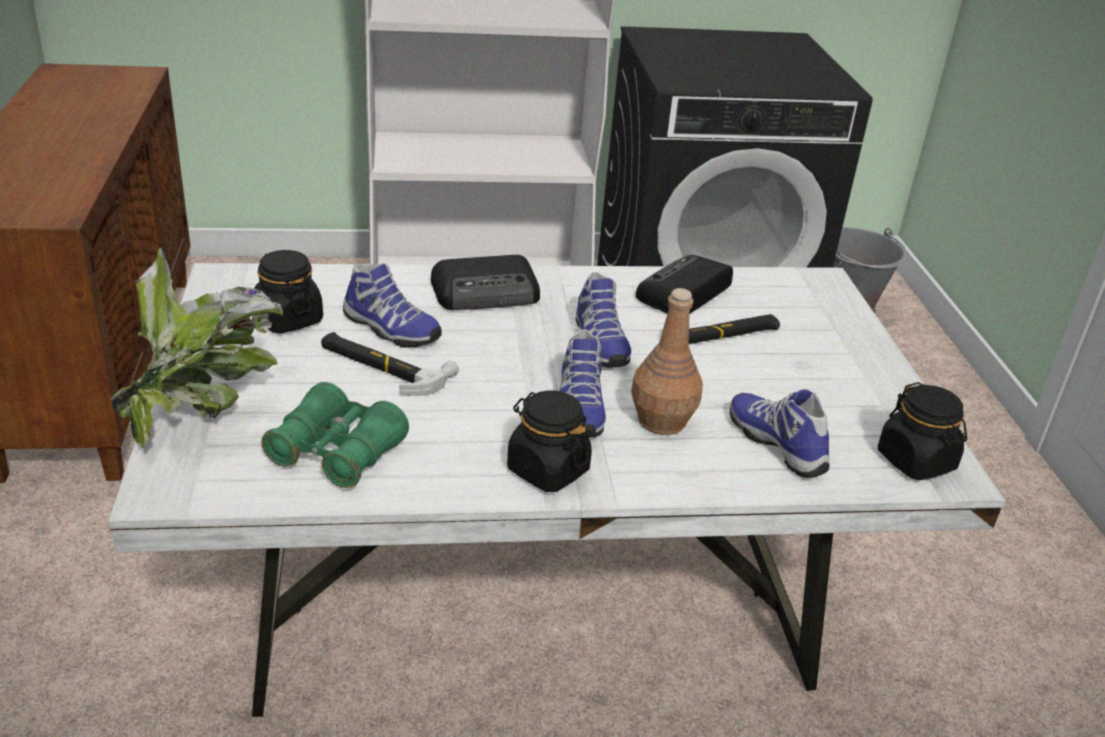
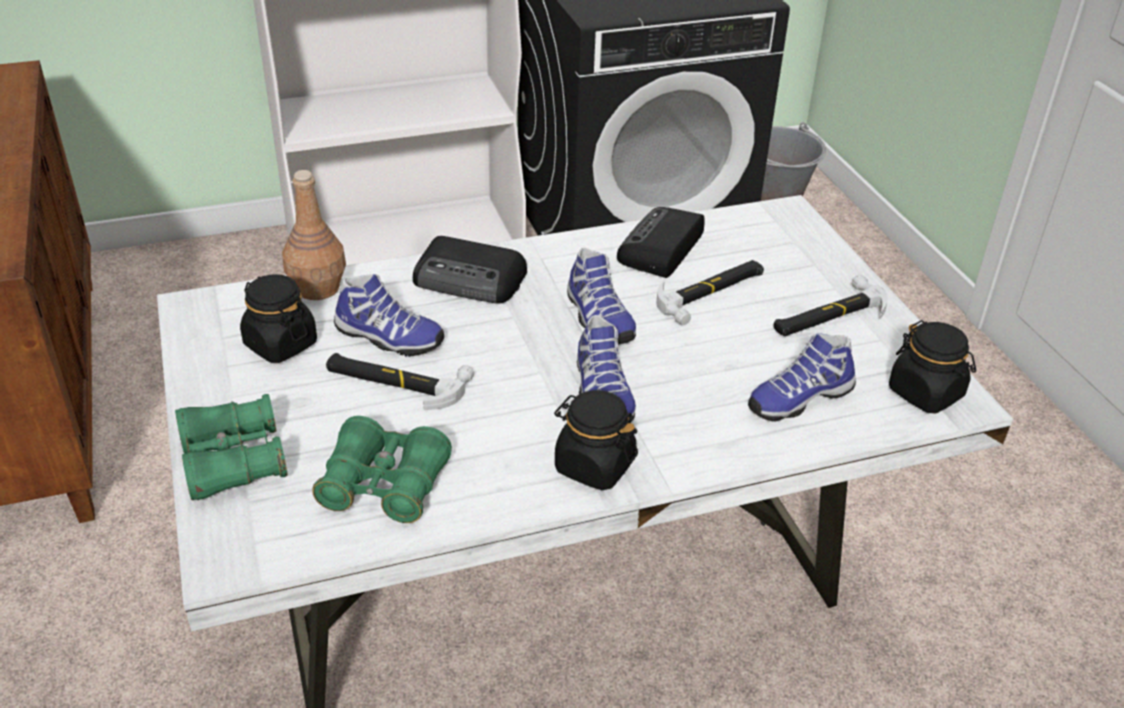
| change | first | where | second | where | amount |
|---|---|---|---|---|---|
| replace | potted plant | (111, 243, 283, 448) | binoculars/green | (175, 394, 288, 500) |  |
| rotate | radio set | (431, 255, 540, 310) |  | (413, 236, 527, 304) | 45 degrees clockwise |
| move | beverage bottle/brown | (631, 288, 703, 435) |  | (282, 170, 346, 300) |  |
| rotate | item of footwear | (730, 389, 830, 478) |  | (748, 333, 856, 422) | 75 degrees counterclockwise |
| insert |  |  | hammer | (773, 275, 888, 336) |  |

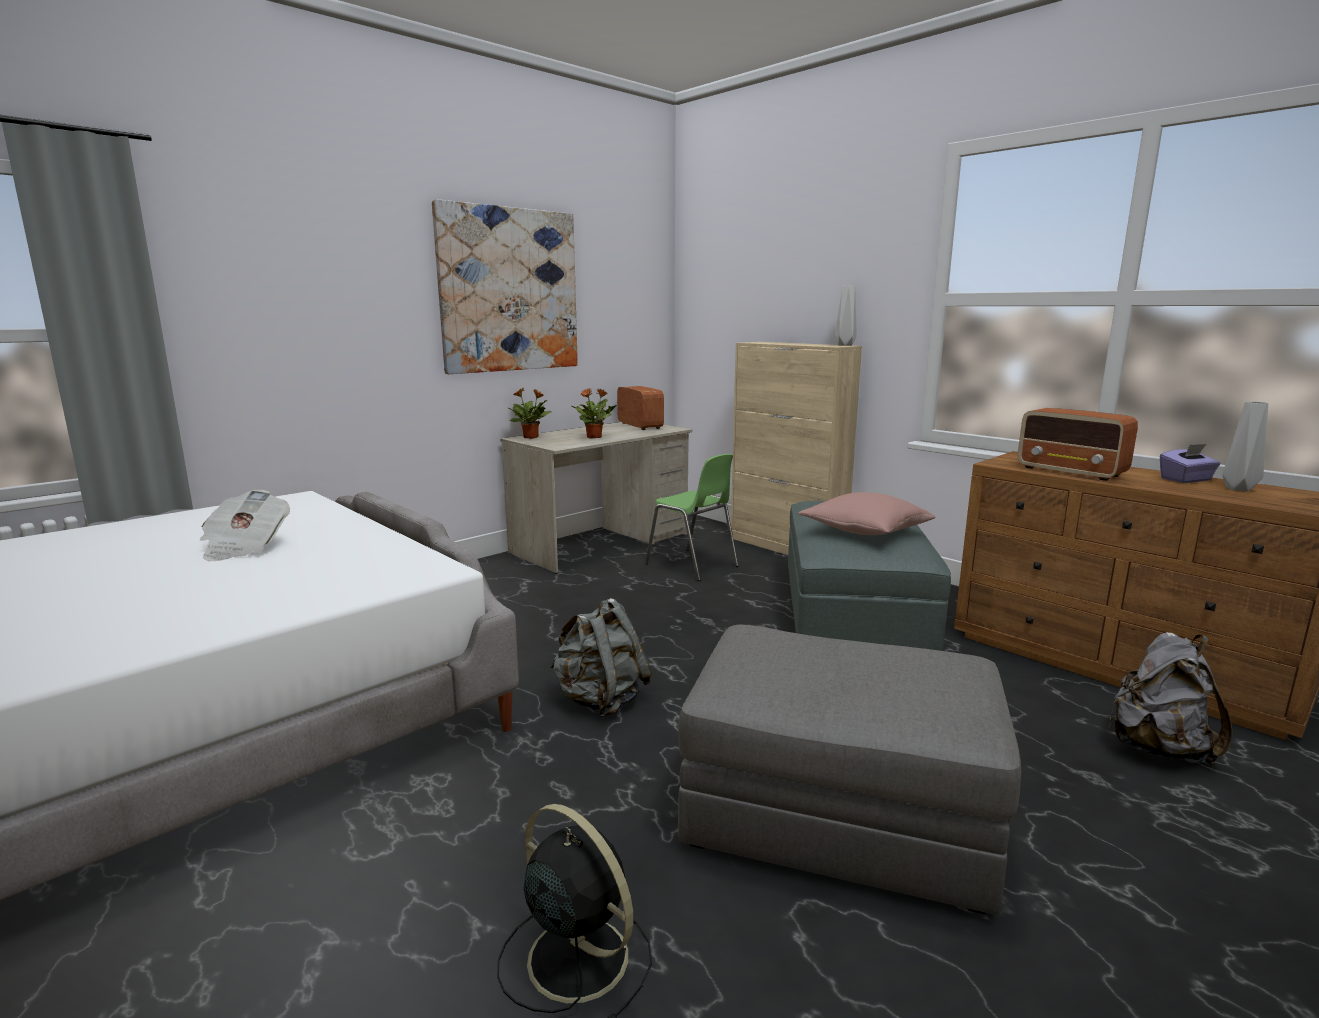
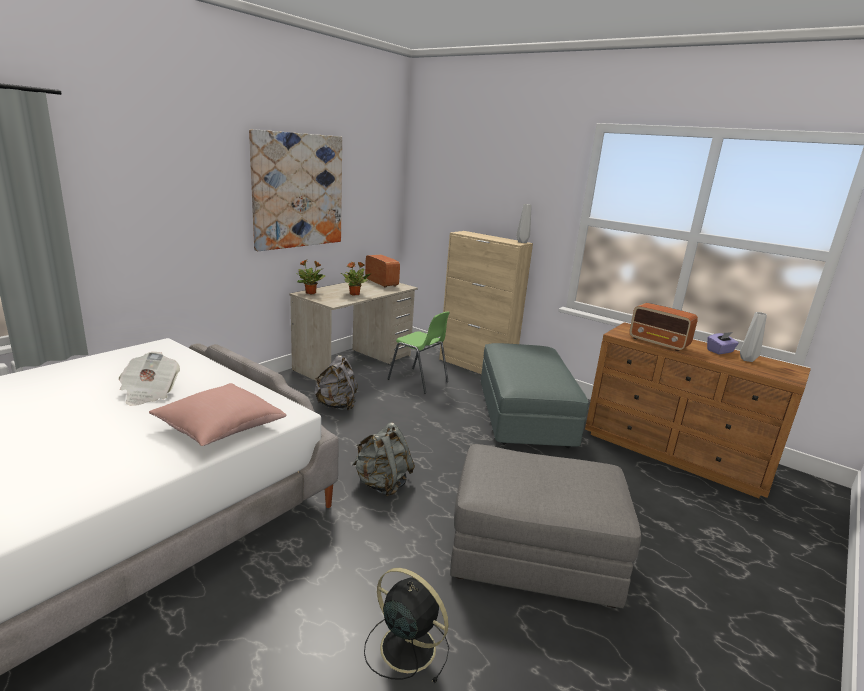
| change | first | where | second | where | amount |
|---|---|---|---|---|---|
| move | throw pillow/pinkish | (798, 492, 935, 535) |  | (149, 383, 287, 446) |  |
| move | backpack/gray | (1108, 632, 1233, 765) |  | (314, 355, 358, 411) |  |

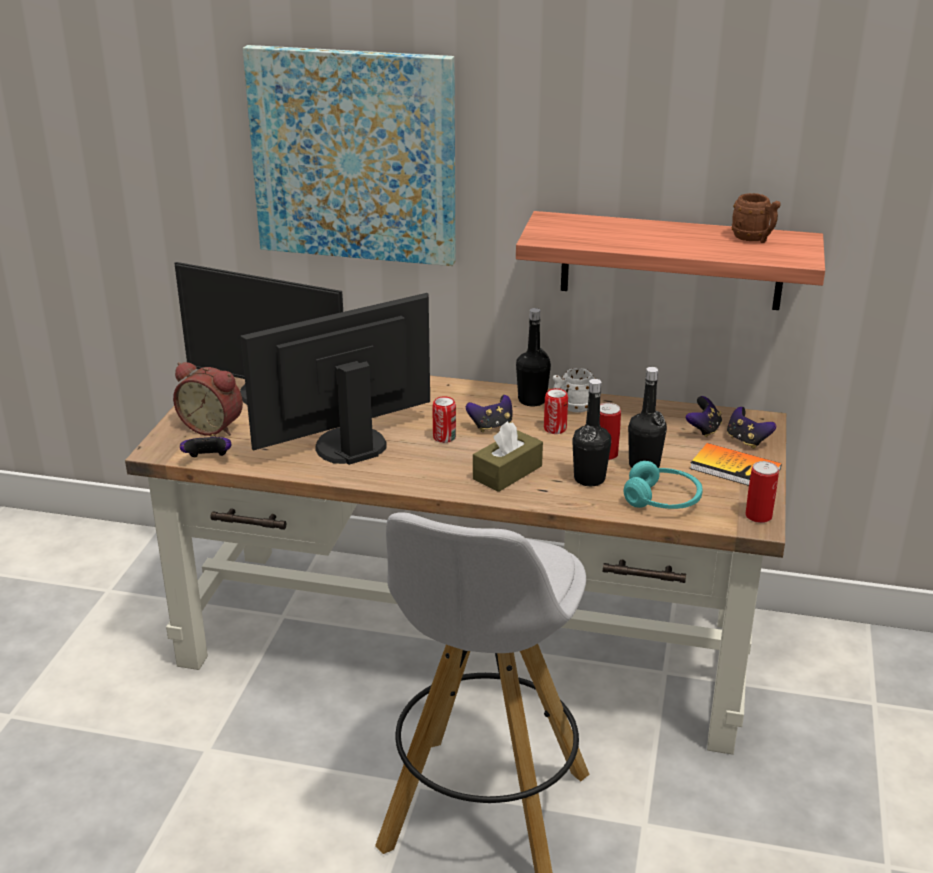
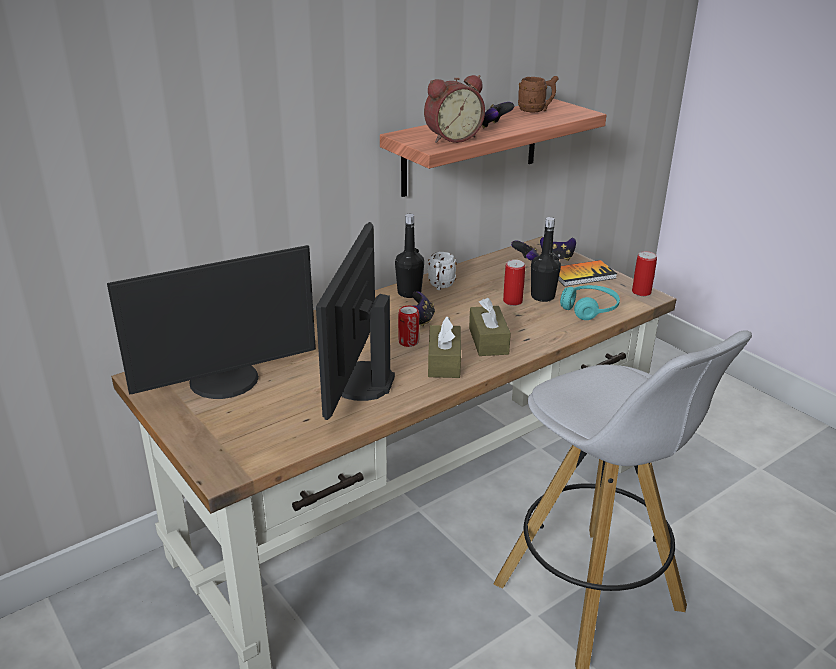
| change | first | where | second | where | amount |
|---|---|---|---|---|---|
| move | table clock | (173, 362, 243, 436) |  | (424, 75, 485, 143) |  |
| move | joypad | (180, 434, 231, 457) |  | (482, 102, 514, 128) |  |
| delete | wall picture | (243, 45, 456, 266) |  |  |  |
| delete | metal can | (544, 388, 568, 434) |  |  |  |
| delete | beverage bottle/blackish | (572, 379, 611, 486) |  |  |  |
| insert |  |  | tissue holder/brown | (428, 316, 461, 378) |  |

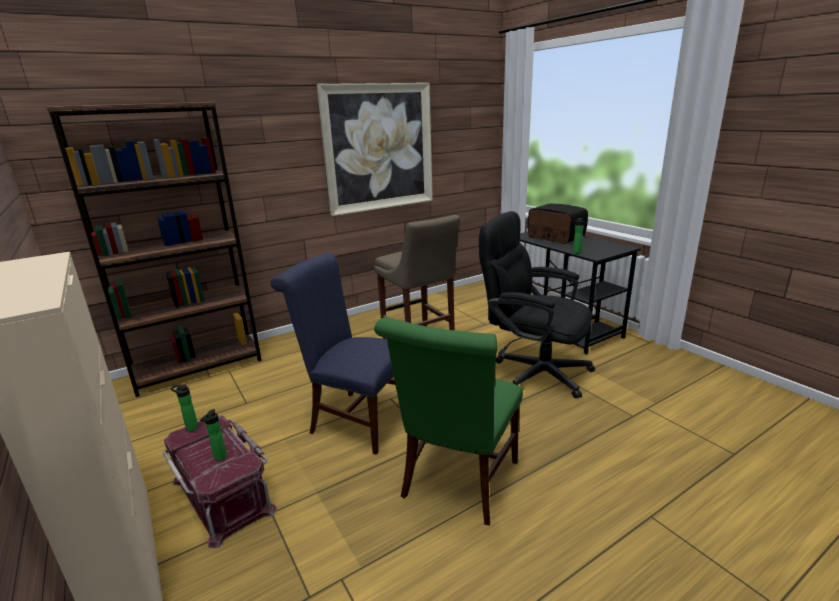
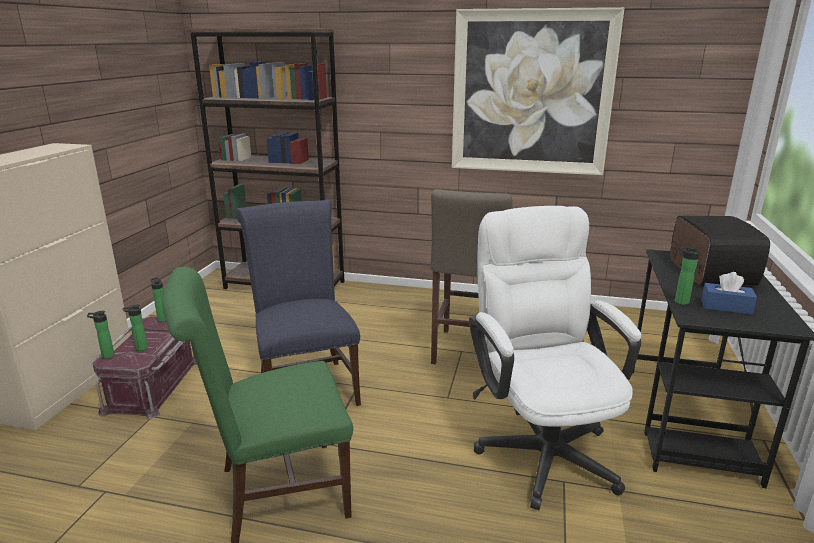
| change | first | where | second | where | amount |
|---|---|---|---|---|---|
| recolor | office chair/blackish | (479, 211, 595, 398) | office chair/white | (469, 206, 641, 510) |  |
| insert |  |  | beverage bottle | (87, 311, 114, 359) |  |
| insert |  |  | tissue holder/bluish | (701, 272, 757, 314) |  |

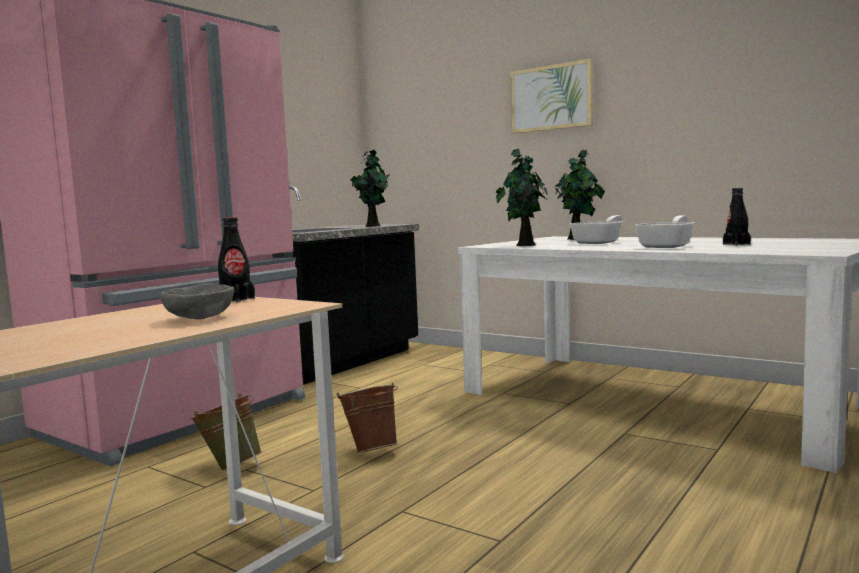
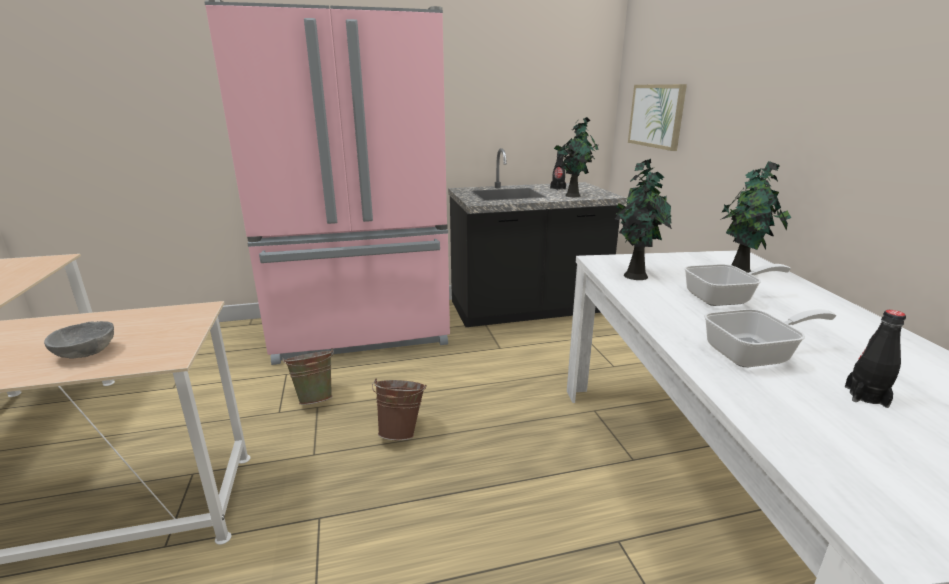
| change | first | where | second | where | amount |
|---|---|---|---|---|---|
| move | beverage bottle/blackish | (218, 217, 255, 303) |  | (550, 153, 566, 190) |  |
| move | wall picture | (510, 59, 593, 134) |  | (628, 84, 687, 151) |  |

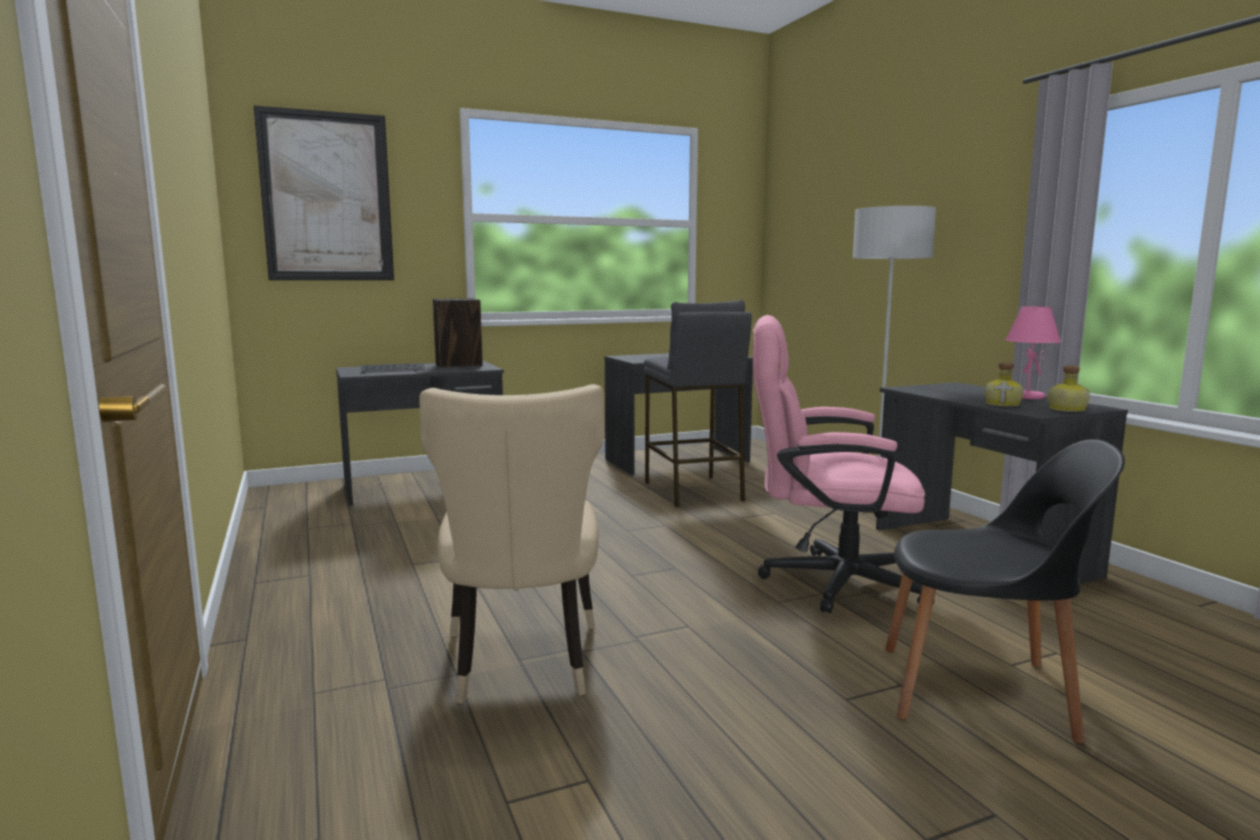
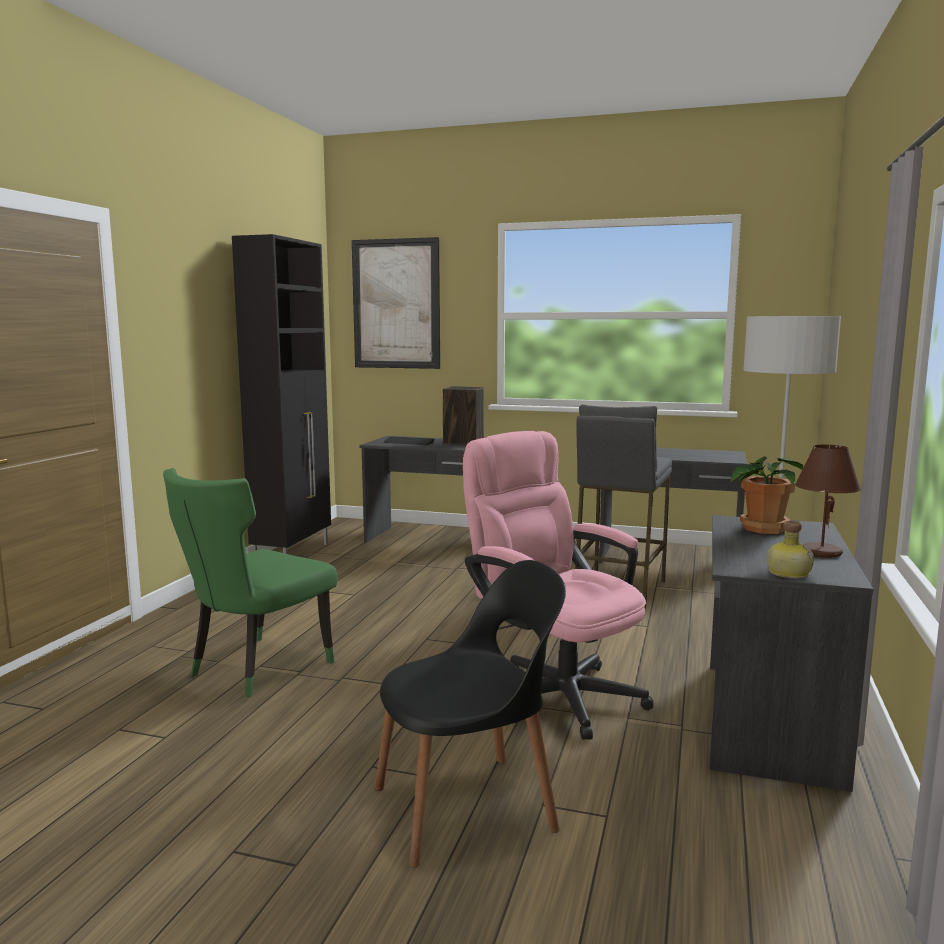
| change | first | where | second | where | amount |
|---|---|---|---|---|---|
| recolor | upright chair/sand-coloured | (419, 384, 605, 704) | upright chair/green | (163, 468, 337, 697) |  |
| rotate | upright chair/blackish | (885, 439, 1125, 744) |  | (375, 560, 566, 868) | 75 degrees counterclockwise |
| delete | beverage bottle | (984, 362, 1024, 407) |  |  |  |
| recolor | tabletop lamp/pinkish | (1005, 306, 1061, 399) | tabletop lamp/brown | (795, 444, 861, 557) |  |
| insert |  |  | cabinet/blackish | (232, 234, 331, 554) |  |
| insert |  |  | potted plant | (730, 456, 803, 534) |  |

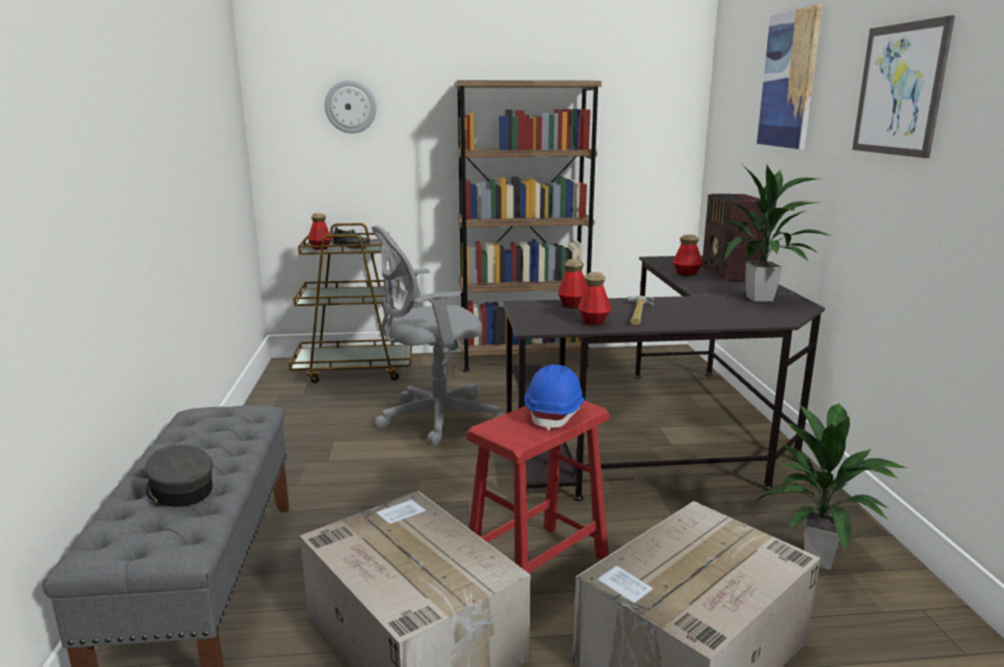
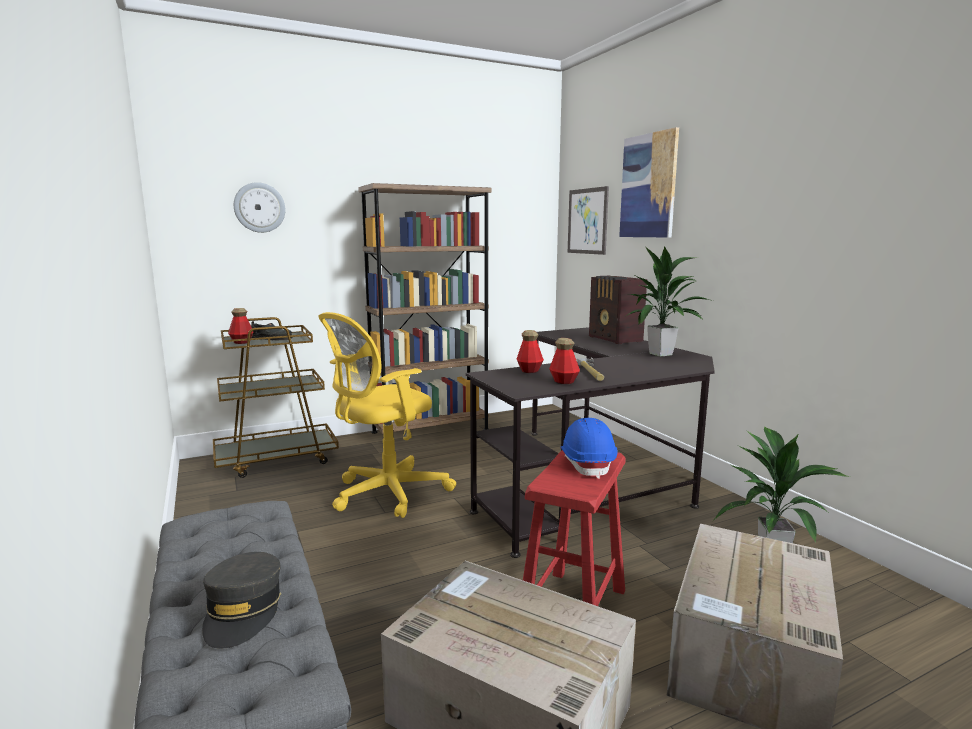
| change | first | where | second | where | amount |
|---|---|---|---|---|---|
| rotate | peaked cap/gray | (145, 445, 213, 507) |  | (202, 552, 281, 648) | 120 degrees counterclockwise |
| recolor | office chair/gray | (371, 225, 504, 446) | office chair/yellow-coloured | (318, 312, 457, 518) |  |
| delete | beverage bottle | (673, 234, 703, 276) |  |  |  |
| move | wall picture | (852, 15, 955, 158) |  | (568, 186, 609, 255) |  |

